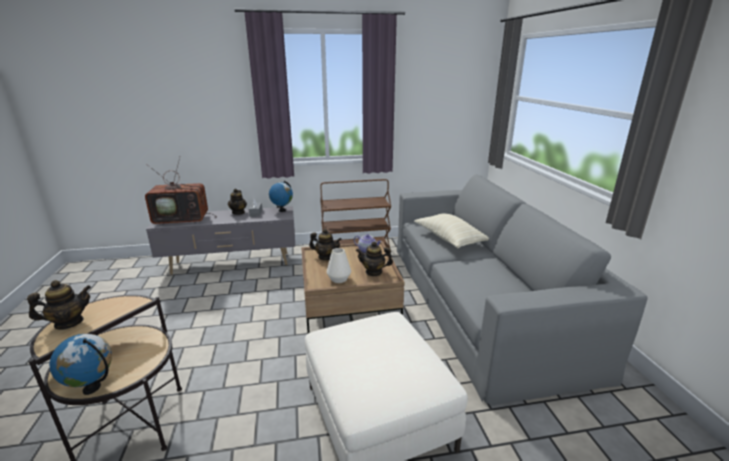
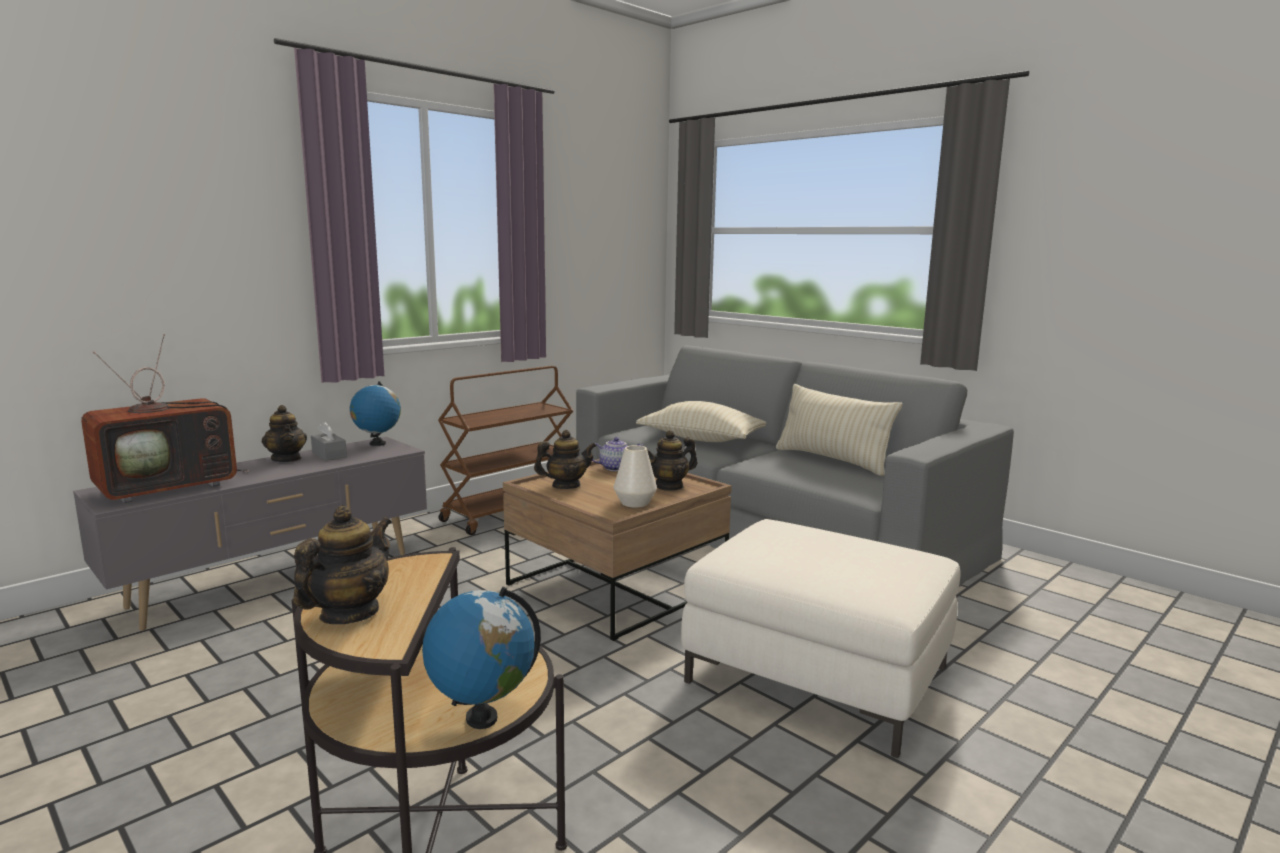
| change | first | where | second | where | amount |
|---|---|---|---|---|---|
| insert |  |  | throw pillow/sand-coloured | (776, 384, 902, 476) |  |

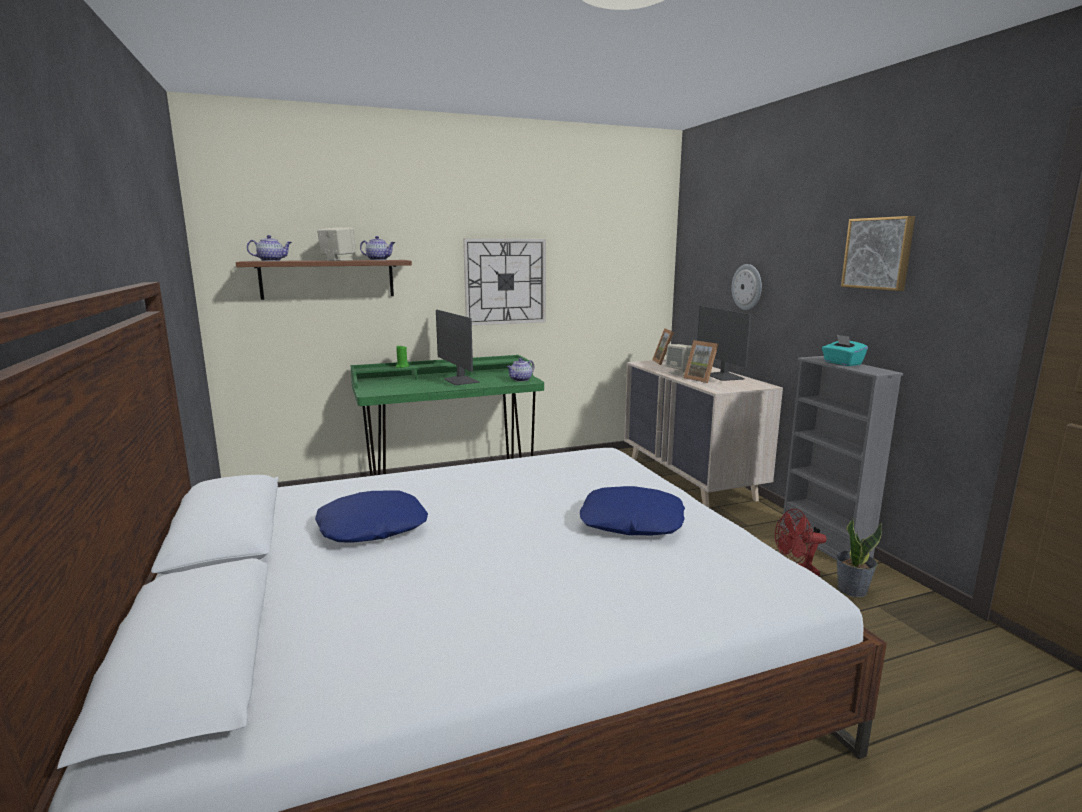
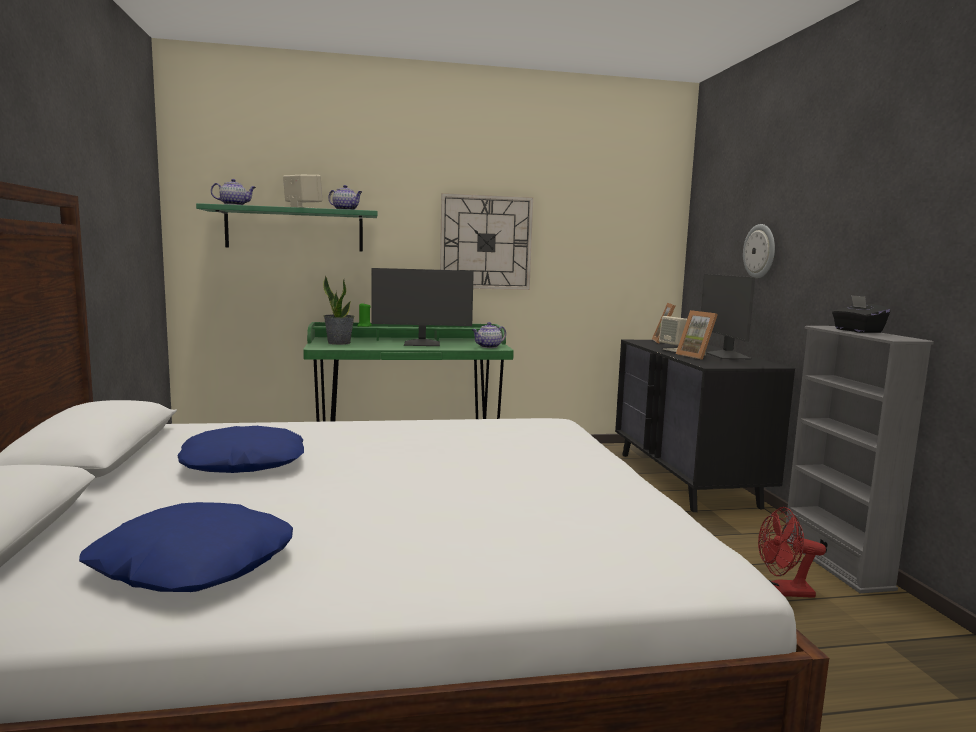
| change | first | where | second | where | amount |
|---|---|---|---|---|---|
| recolor | bracket shelf/brown | (236, 260, 412, 300) | bracket shelf/green | (196, 203, 378, 252) |  |
| rotate | computer display | (436, 310, 480, 385) |  | (372, 268, 474, 346) | 75 degrees counterclockwise |
| move | throw pillow/bluish | (580, 486, 685, 536) |  | (79, 502, 293, 592) |  |
| recolor | dresser/sand-coloured | (624, 359, 783, 508) | dresser/blackish | (615, 340, 795, 512) |  |
| recolor | tissue holder/turquoise-coloured | (822, 335, 868, 366) | tissue holder/blackish | (832, 295, 890, 333) |  |
| move | potted plant | (836, 519, 882, 597) |  | (323, 276, 355, 345) |  |
| delete | wall picture | (841, 216, 915, 291) |  |  |  |

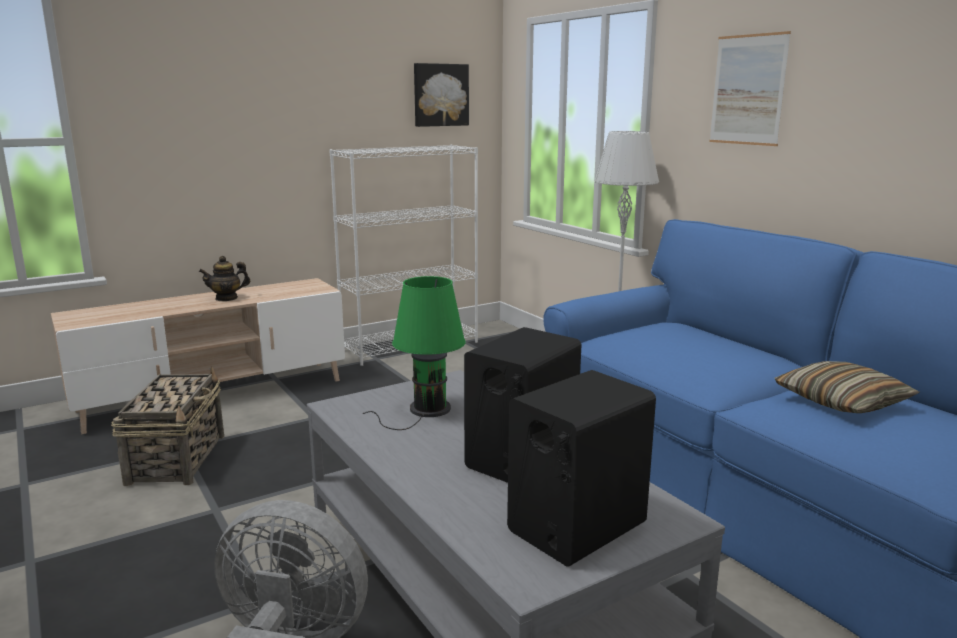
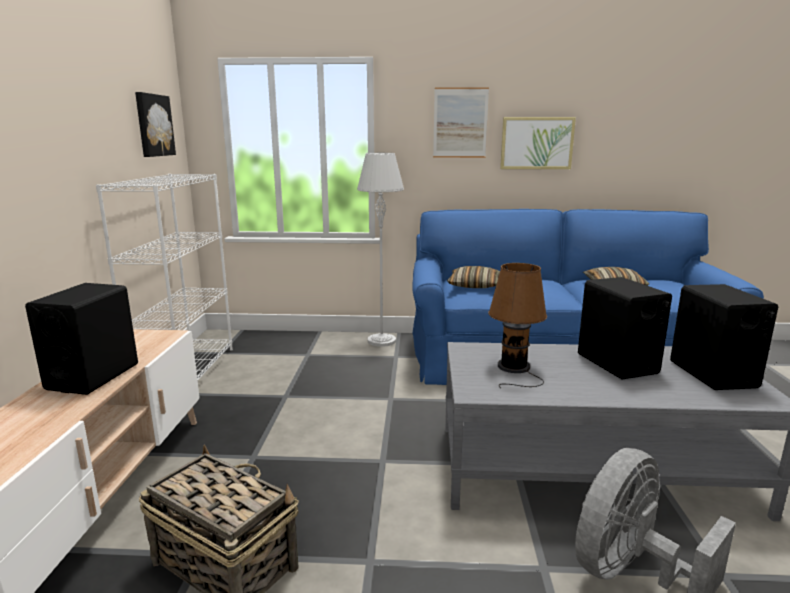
| change | first | where | second | where | amount |
|---|---|---|---|---|---|
| replace | teapot | (199, 256, 250, 301) | audio speaker/blackish | (25, 283, 138, 395) |  |
| recolor | tabletop lamp/green | (363, 276, 466, 430) | tabletop lamp/brown | (488, 263, 547, 388) |  |
| insert |  |  | throw pillow | (447, 266, 500, 288) |  |
| insert |  |  | wall picture | (500, 117, 576, 169) |  |

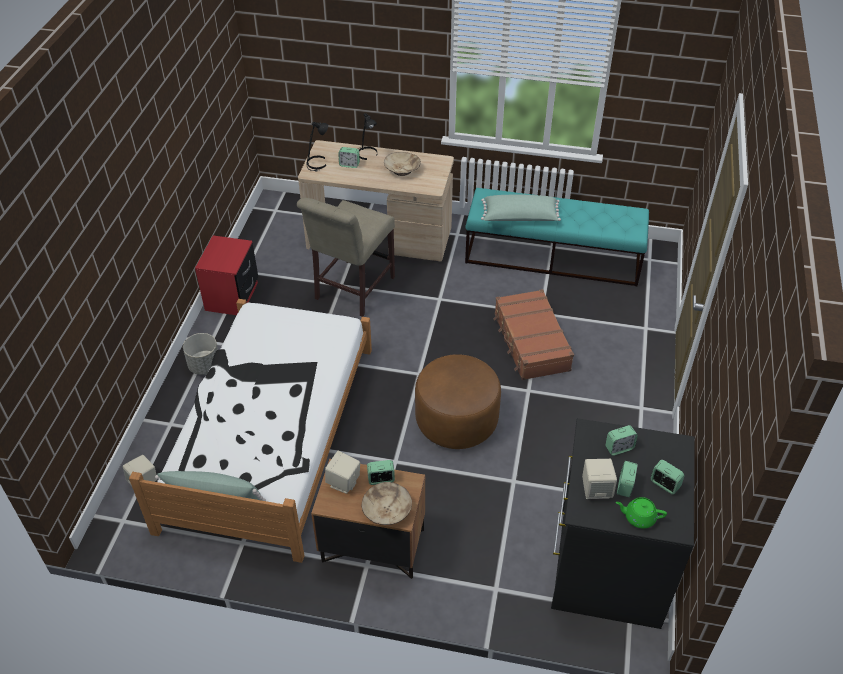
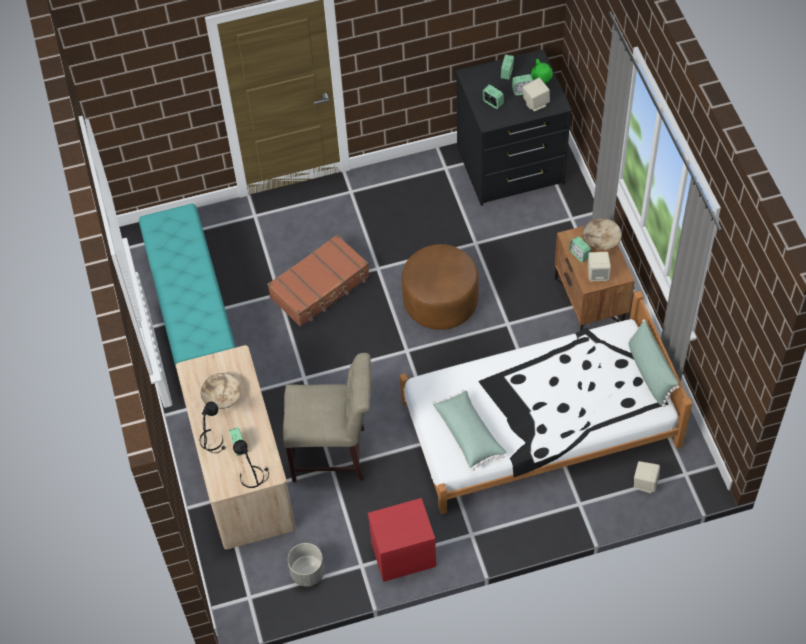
| change | first | where | second | where | amount |
|---|---|---|---|---|---|
| move | flower pot/gray | (183, 333, 218, 375) |  | (288, 543, 325, 587) |  |
| move | throw pillow/green | (481, 194, 561, 221) |  | (433, 390, 506, 471) |  |

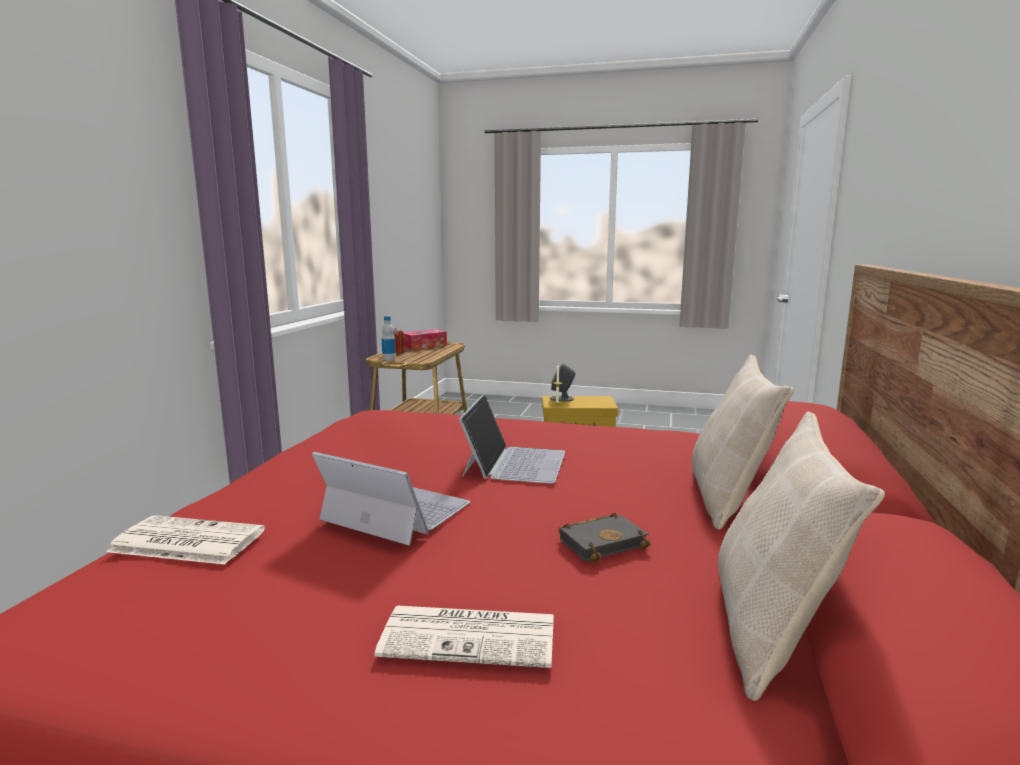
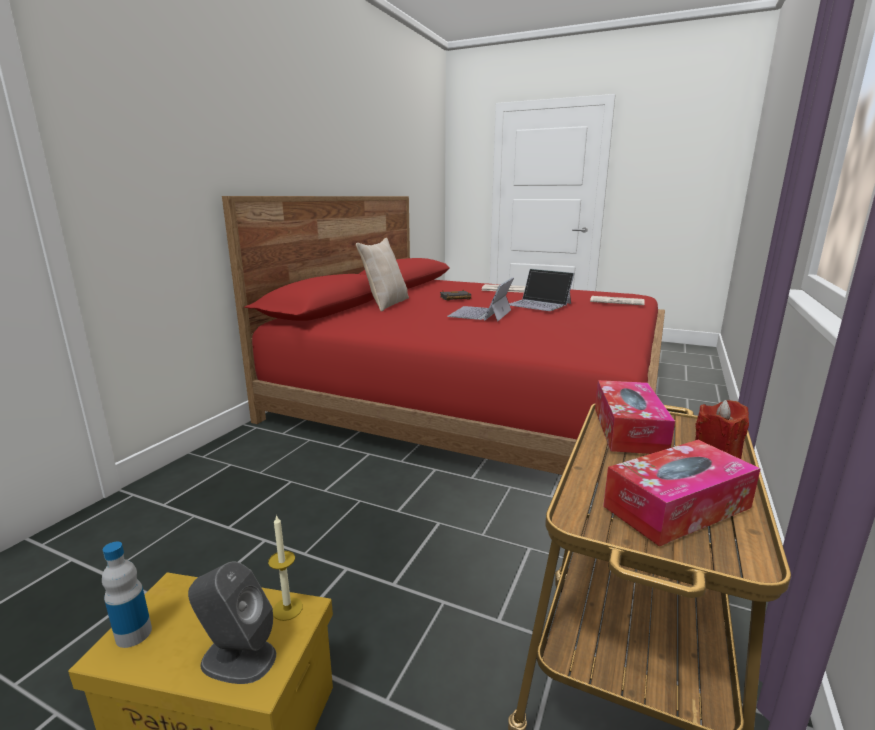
| change | first | where | second | where | amount |
|---|---|---|---|---|---|
| move | beverage bottle | (382, 316, 396, 361) |  | (102, 541, 152, 648) |  |
| delete | throw pillow/sand-coloured | (718, 412, 885, 701) |  |  |  |
| insert |  |  | tissue holder | (595, 380, 675, 454) |  |

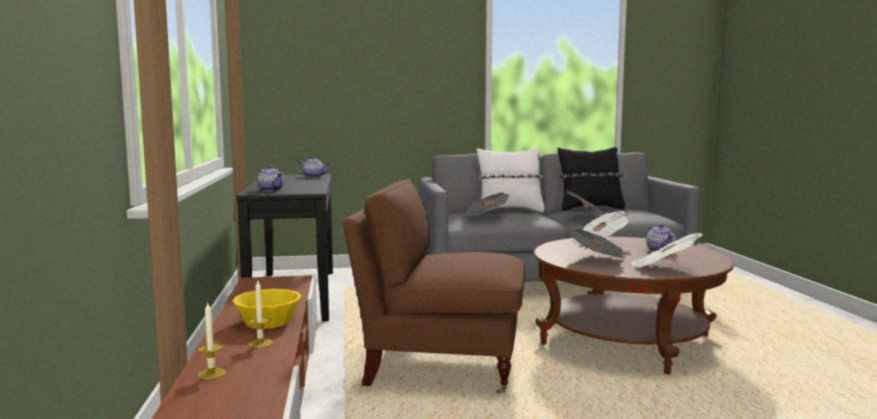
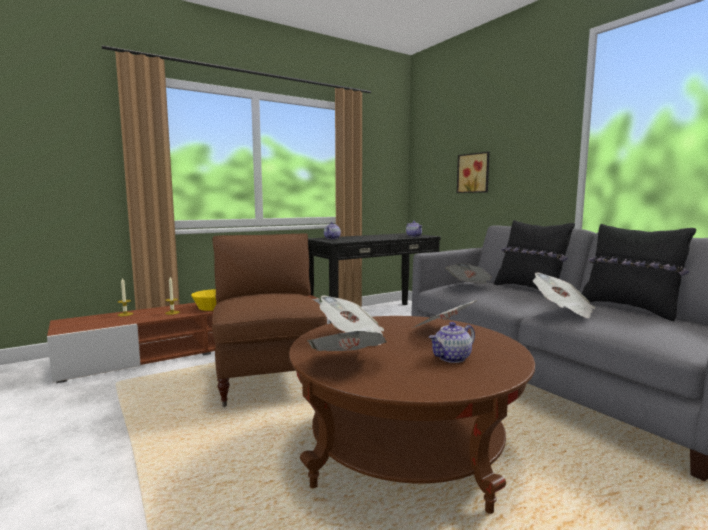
| change | first | where | second | where | amount |
|---|---|---|---|---|---|
| recolor | throw pillow/white | (477, 148, 545, 213) | throw pillow/blackish | (494, 220, 575, 290) |  |
| insert |  |  | wall picture | (457, 152, 490, 193) |  |

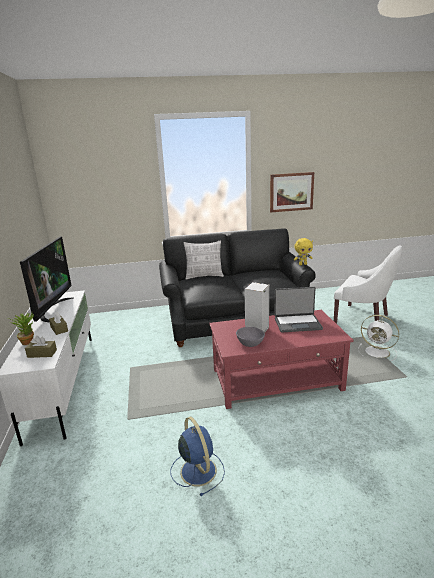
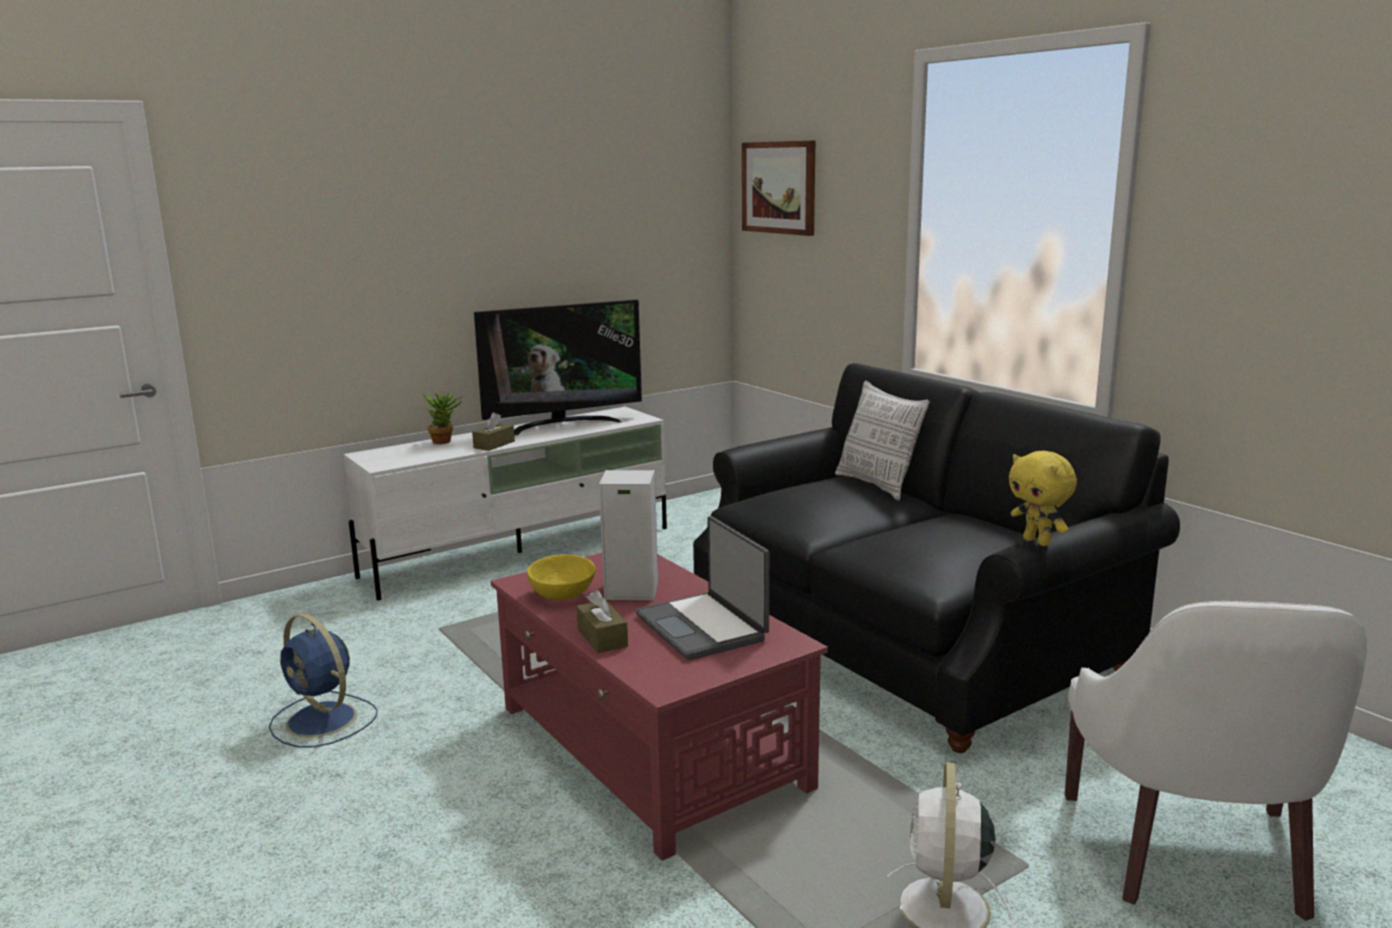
| change | first | where | second | where | amount |
|---|---|---|---|---|---|
| move | tissue holder/brown | (25, 336, 57, 358) |  | (577, 590, 628, 653) |  |
| rotate | cooling fan/bluish | (170, 417, 225, 496) |  | (269, 614, 377, 748) | 90 degrees clockwise |
| recolor | serving bowl/gray | (236, 327, 265, 347) | serving bowl/yellow-coloured | (527, 554, 596, 600) |  |
| move | wall picture | (270, 172, 314, 212) |  | (742, 141, 815, 236) |  |

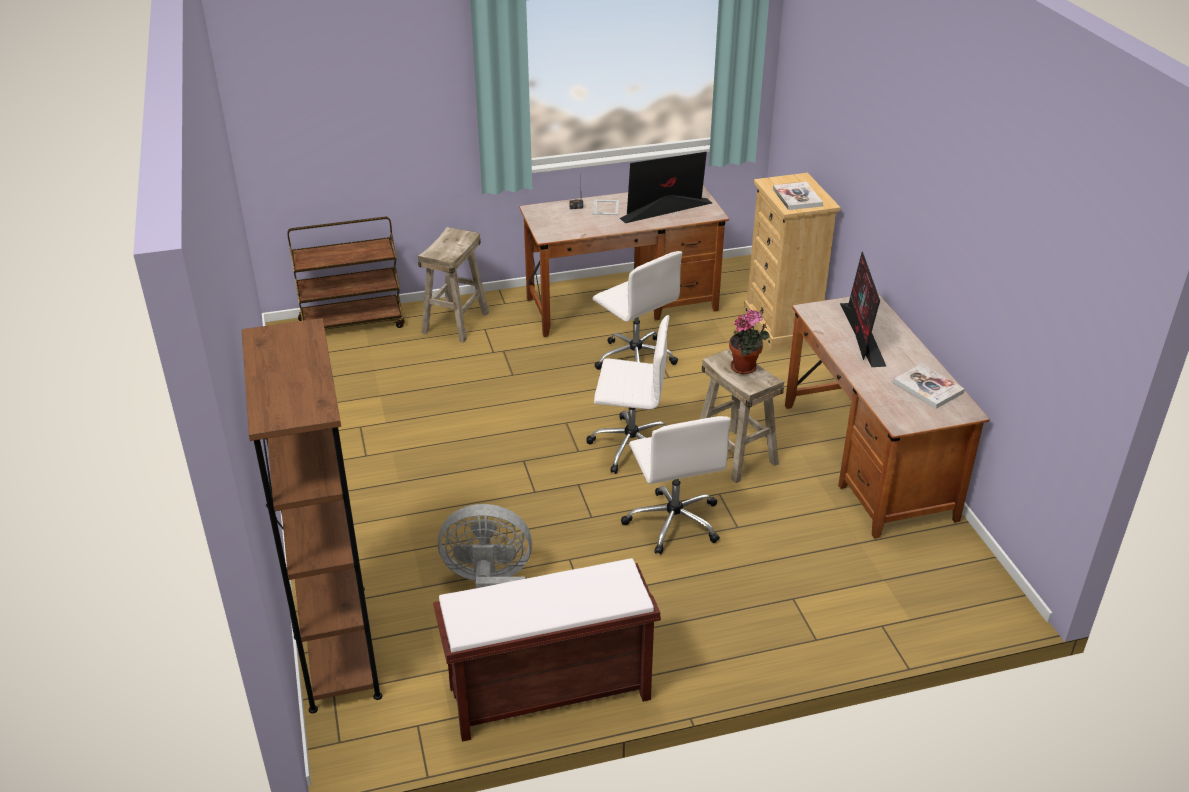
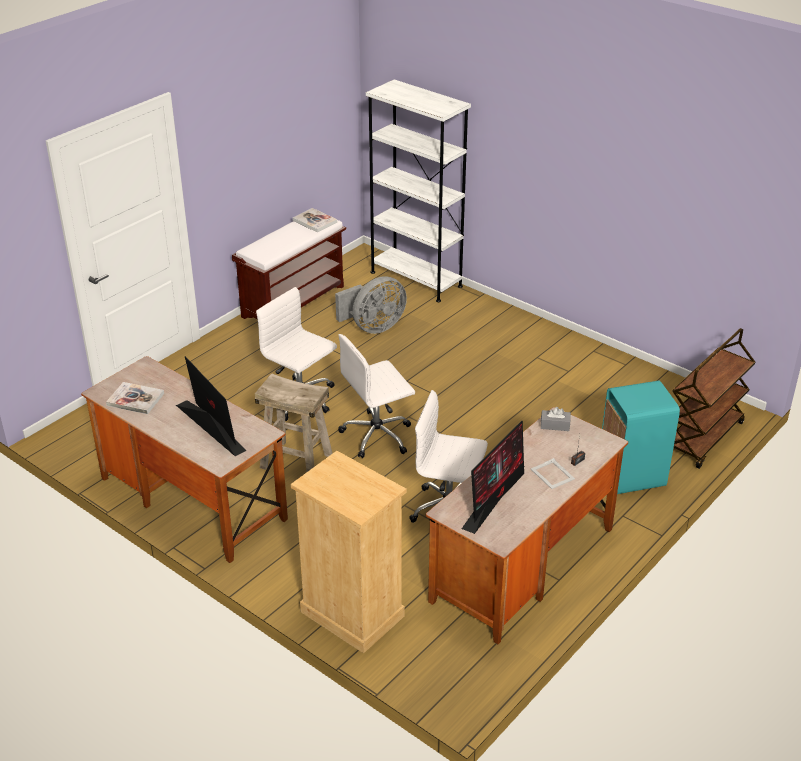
| change | first | where | second | where | amount |
|---|---|---|---|---|---|
| recolor | shelving unit/brown | (241, 318, 383, 714) | shelving unit/white | (366, 79, 471, 302) |  |
| replace | sitting stool/sand-coloured | (418, 227, 489, 343) | trash can/turquoise-coloured | (602, 380, 680, 494) |  |
| delete | potted plant | (729, 310, 770, 374) |  |  |  |
| move | book | (773, 182, 823, 210) |  | (293, 208, 337, 232) |  |
| insert |  |  | tissue holder/gray | (541, 407, 571, 431) |  |

